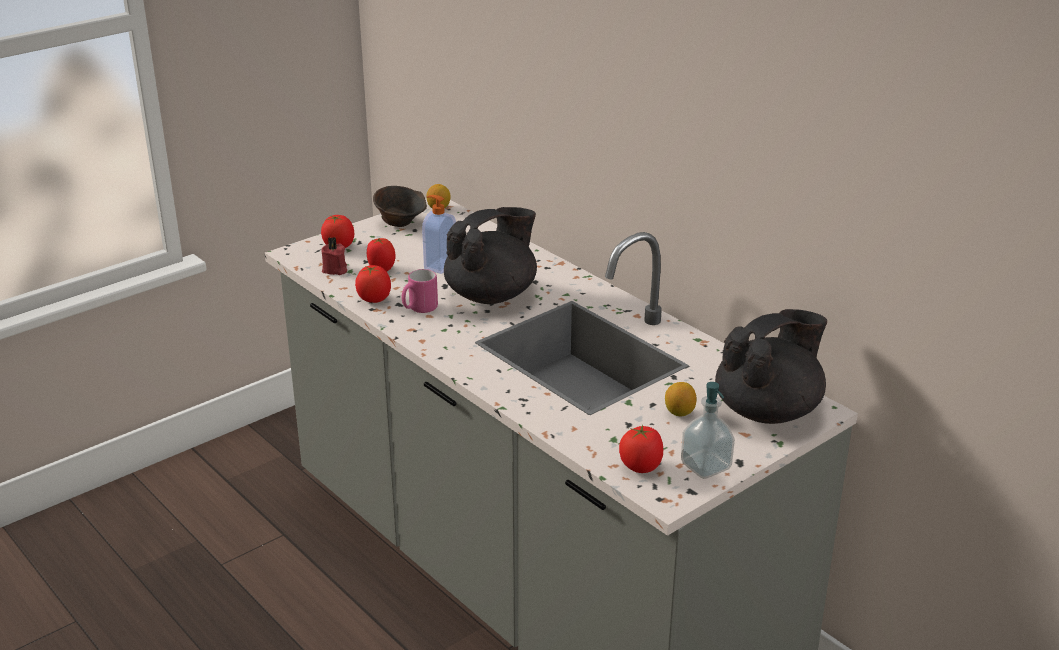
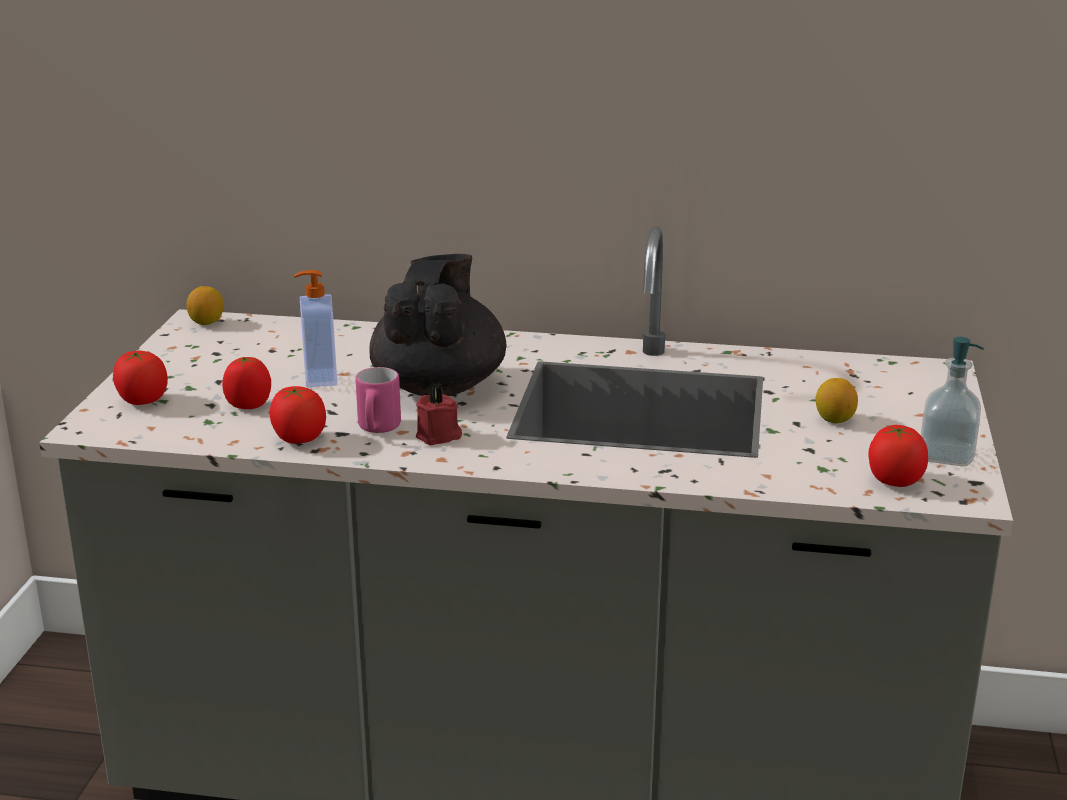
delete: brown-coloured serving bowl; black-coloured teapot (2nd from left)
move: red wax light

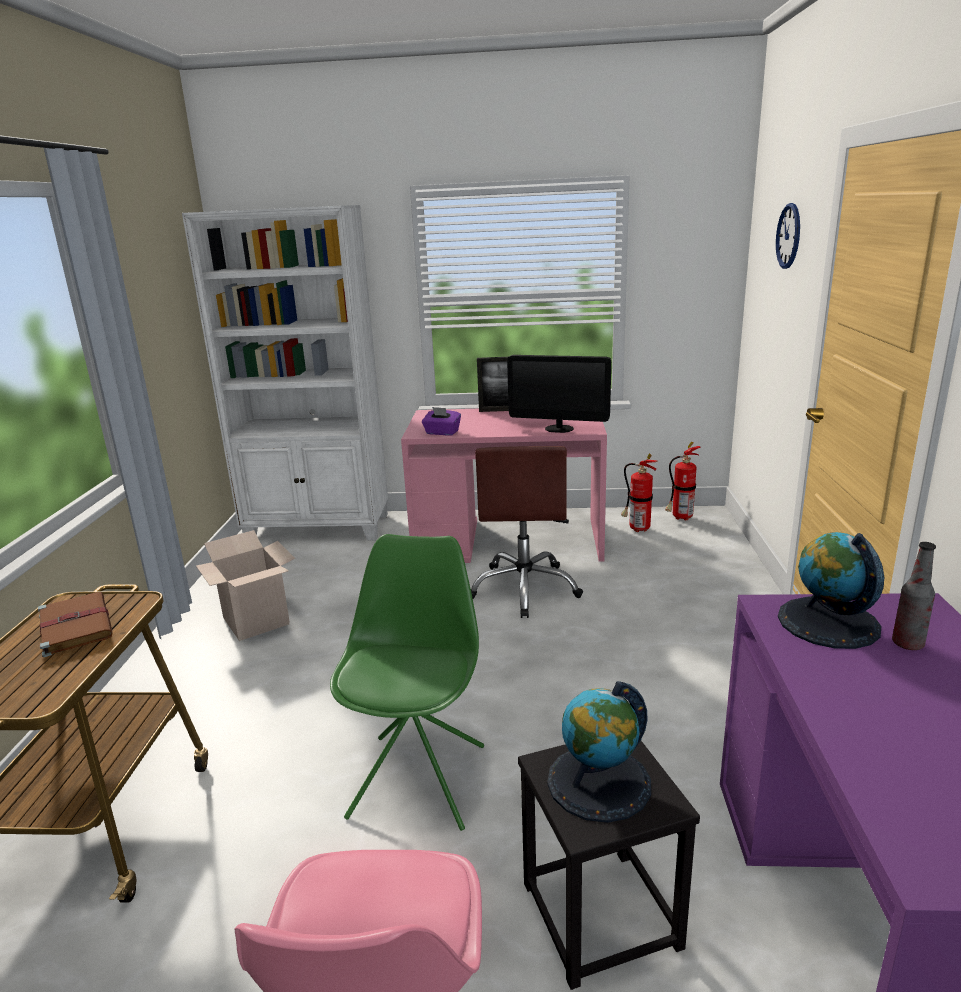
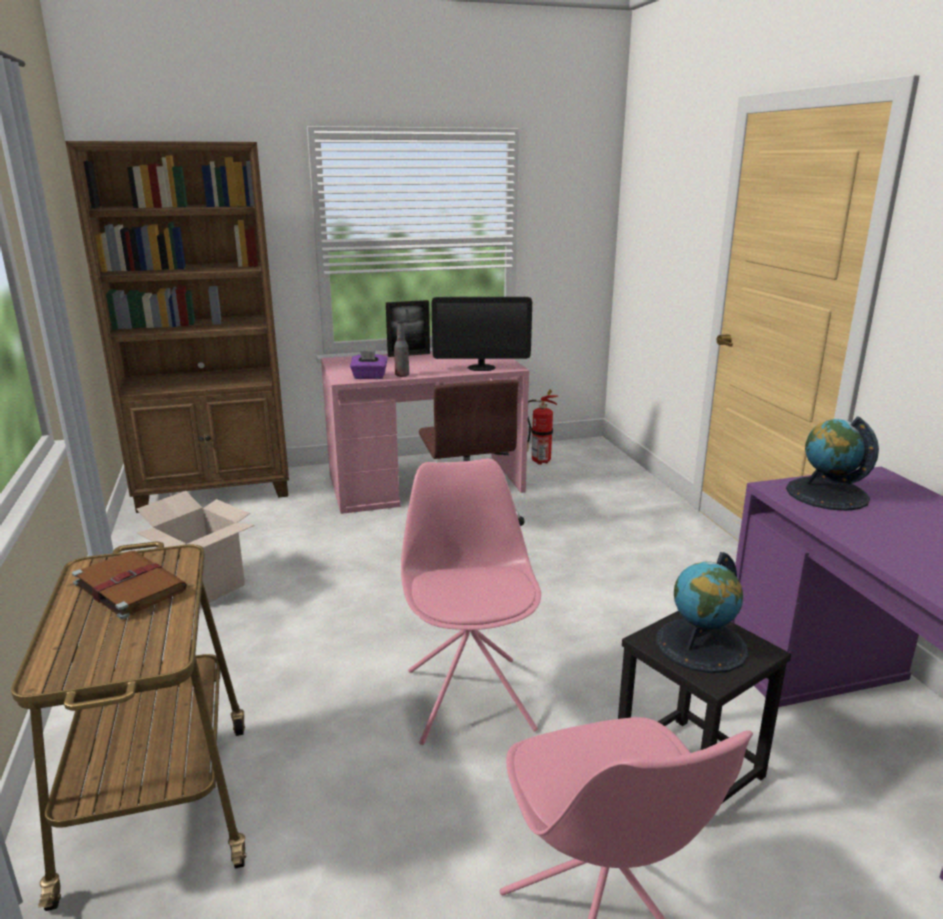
delete: fire-fighting cylinder (2nd from left); wall clock
move: bottle
recolor: white bookcase to brown-coloured bookcase; green-coloured chair to pink-coloured chair (1st from left)

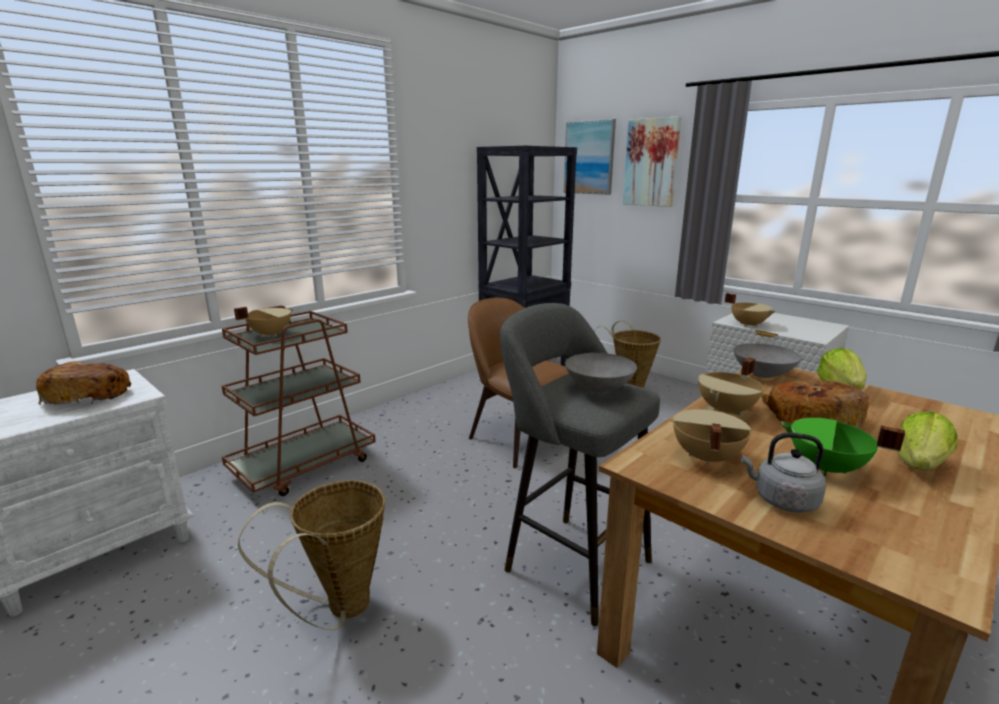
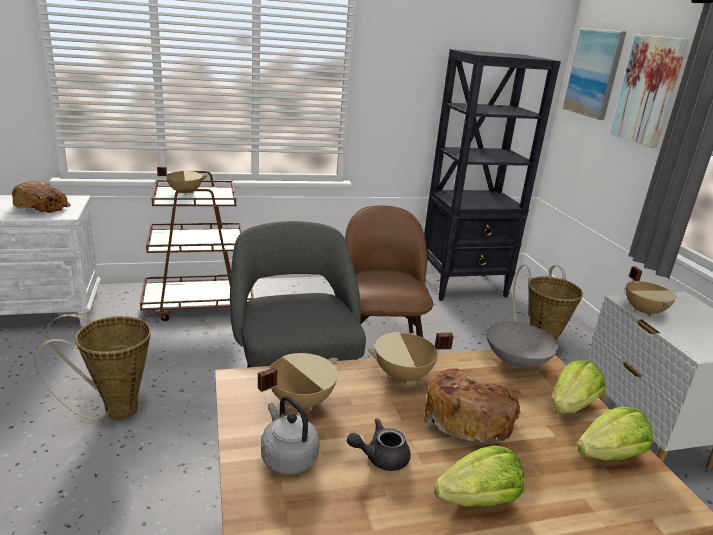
delete: greyish serving bowl (1st from left)
insert: head of lettuce (3rd from left)
replace: green-coloured stockpot to greyish teapot

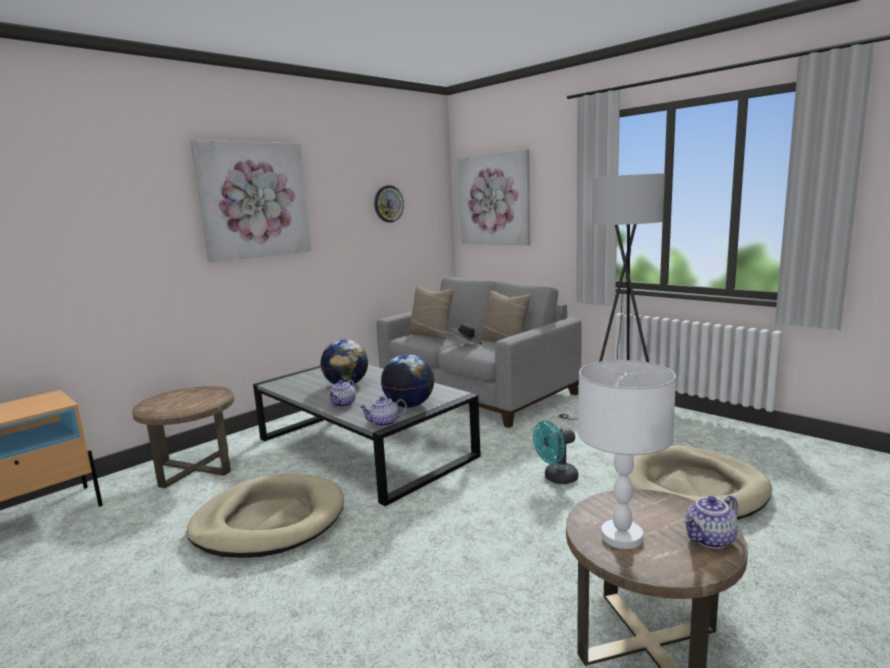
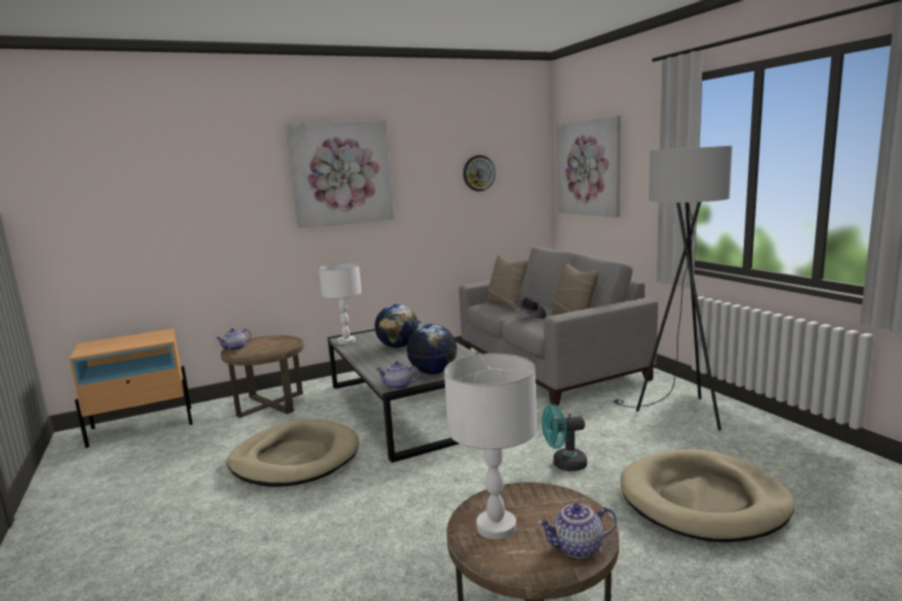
insert: white lamp for a table (1st from left)
move: teapot (1st from left)

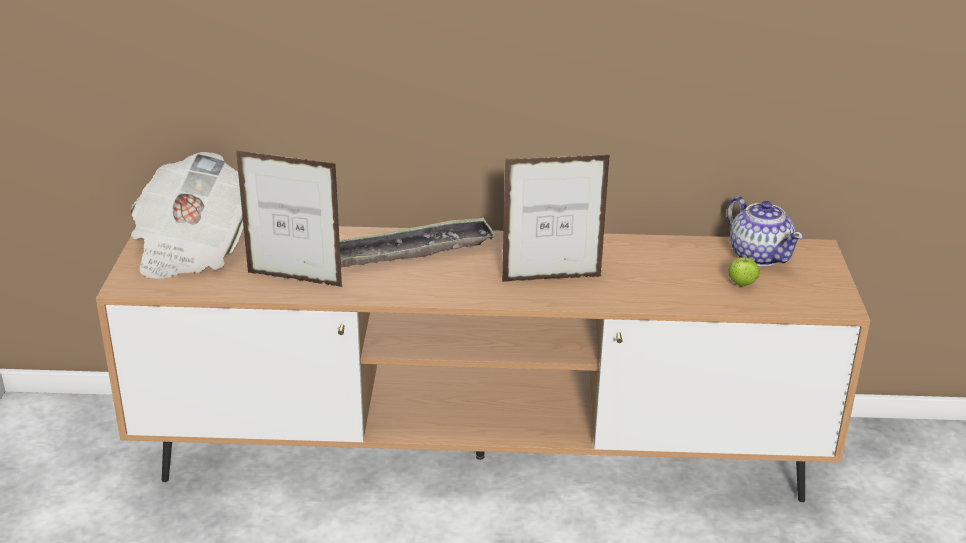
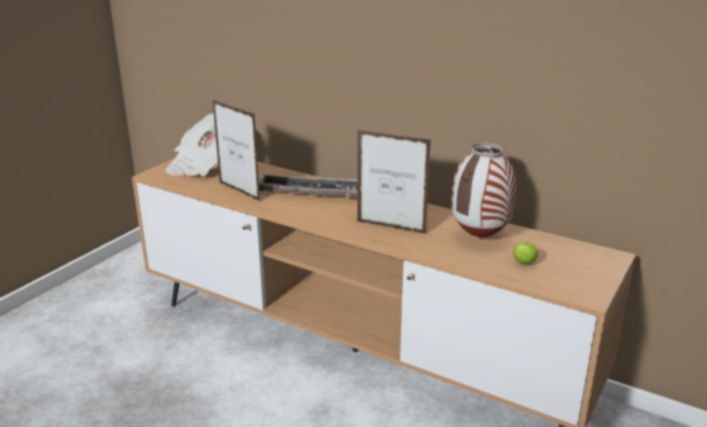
delete: teapot
insert: flower vase

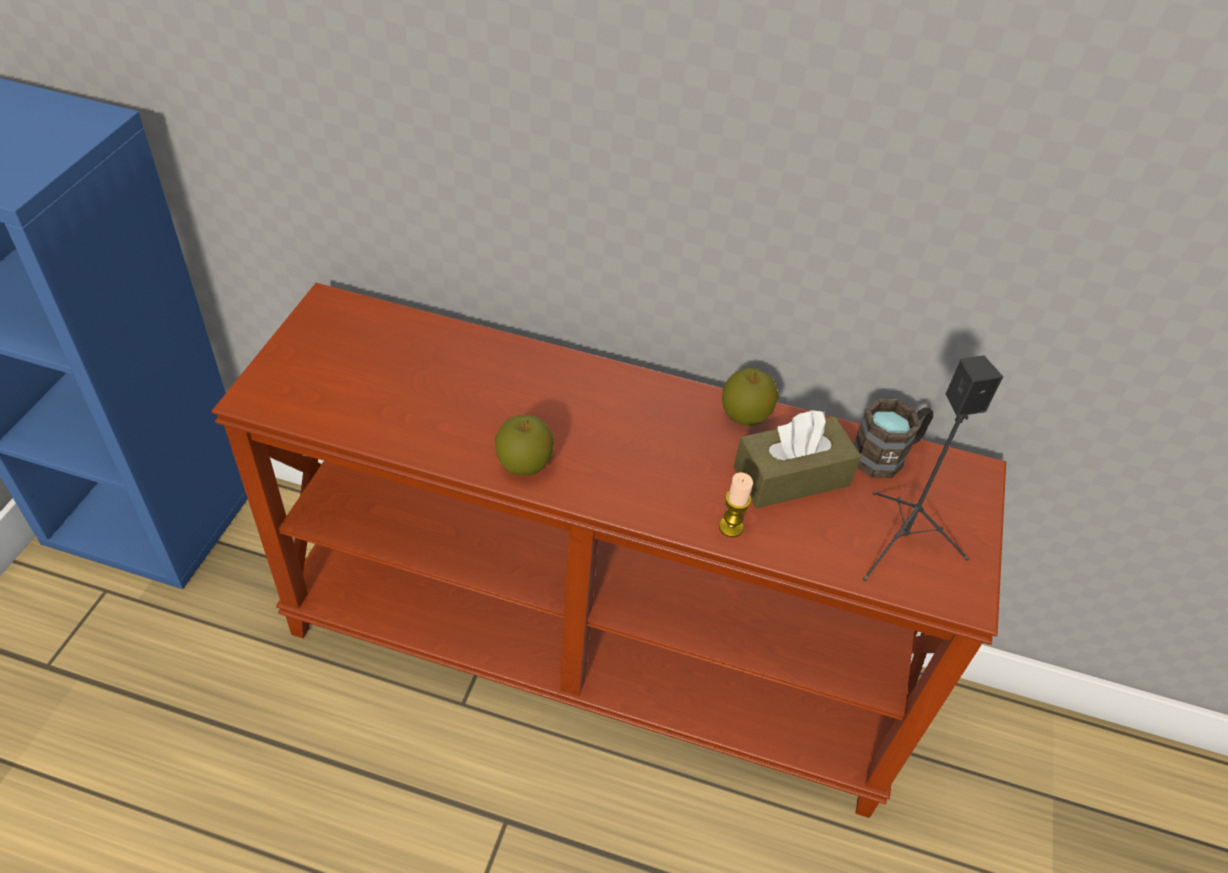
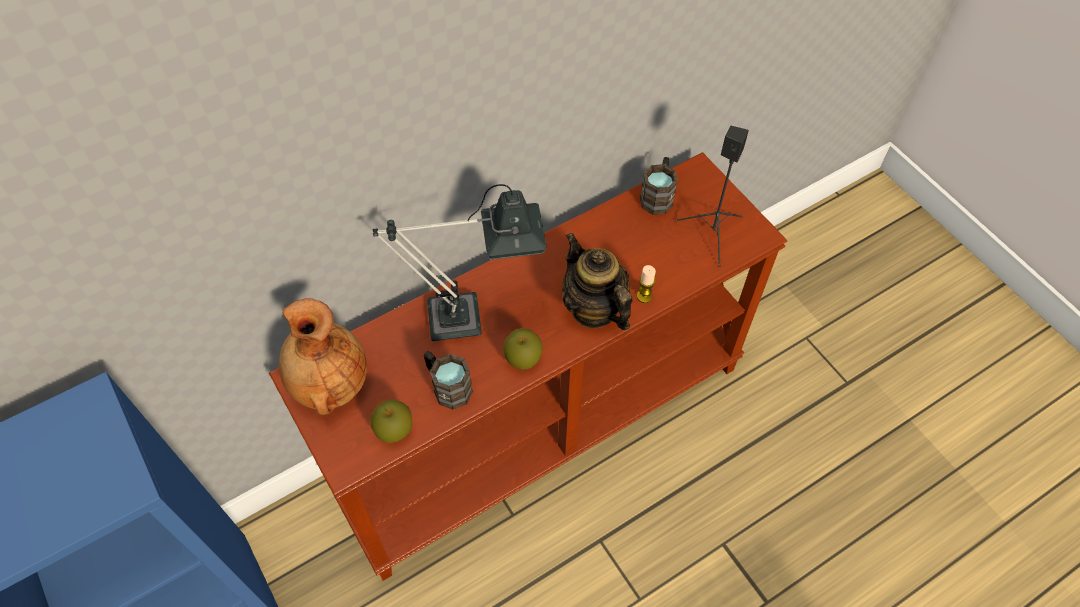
delete: brown-coloured tissue holder
insert: brown-coloured flower vase; lamp for a table; brown-coloured tea mug (1st from left); teapot
move: whole apple (2nd from left in the first image) to whole apple (1st from left)

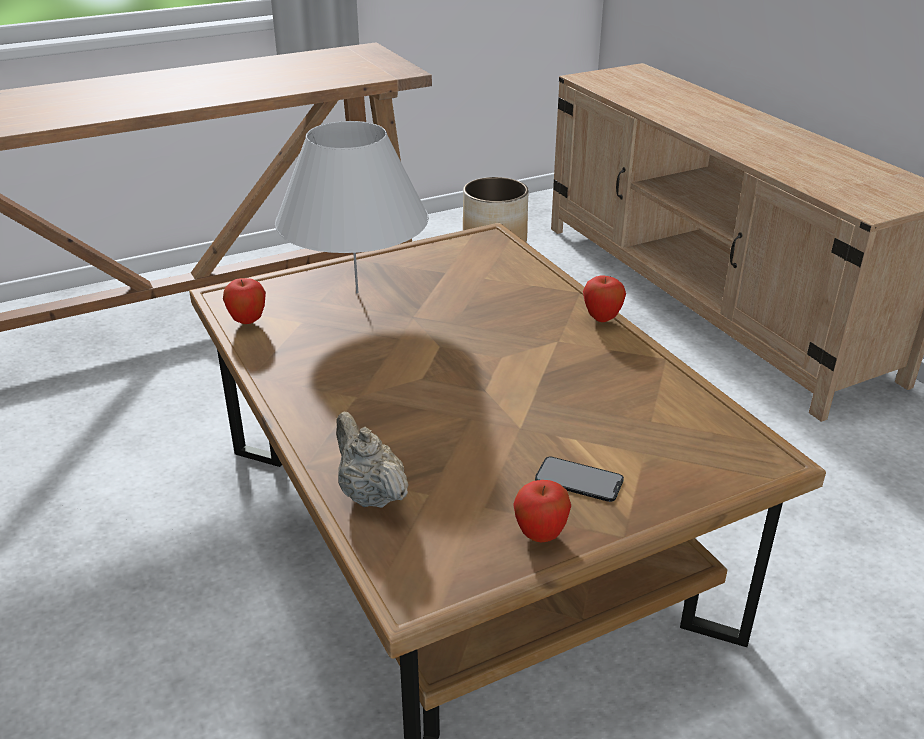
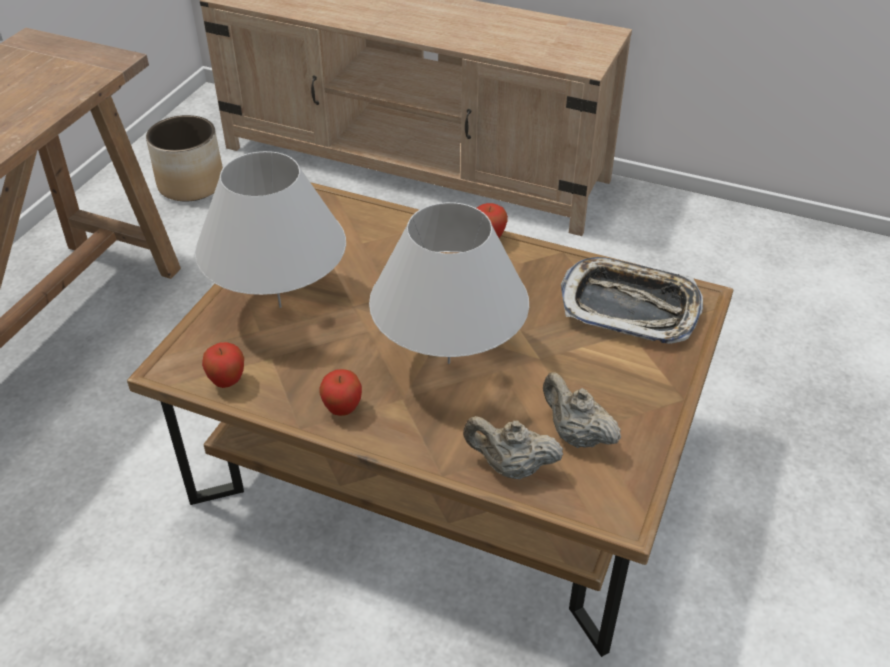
delete: phone
insert: white lamp for a table (2nd from left); beige-coloured teapot (2nd from left); serving tray
move: whole apple (2nd from left)

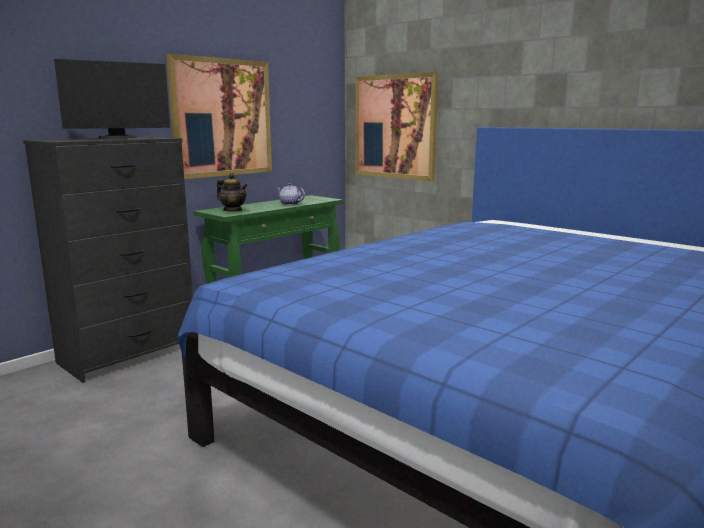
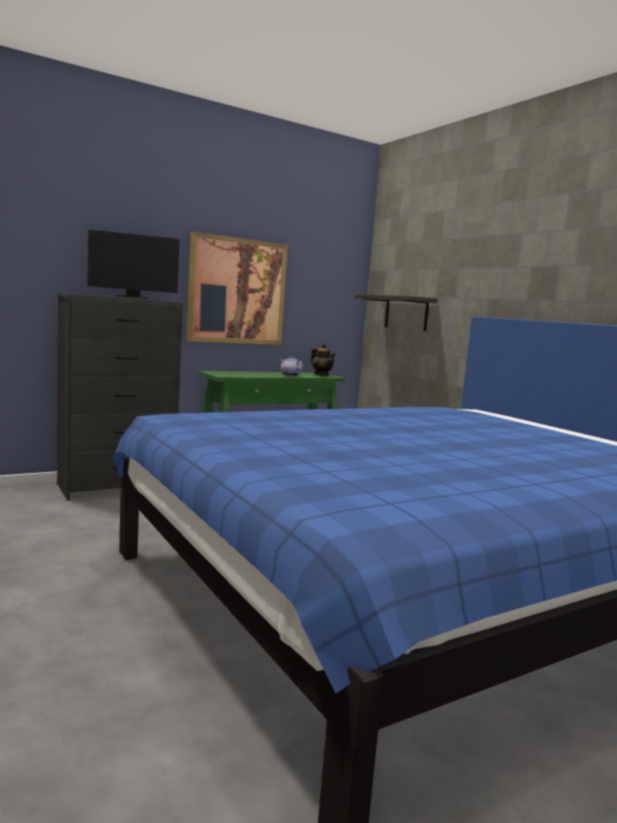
move: teapot (1st from left in the first image) to teapot (2nd from left)
replace: wall picture (2nd from left) to shelf

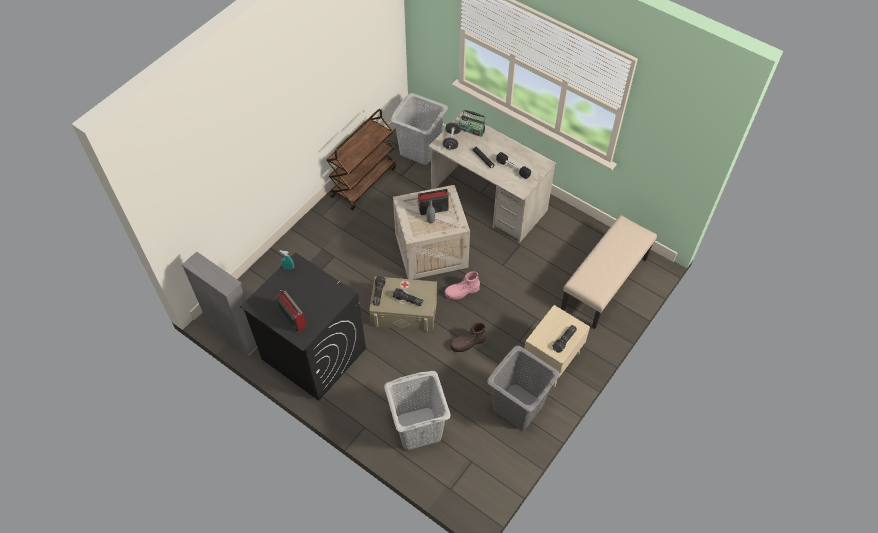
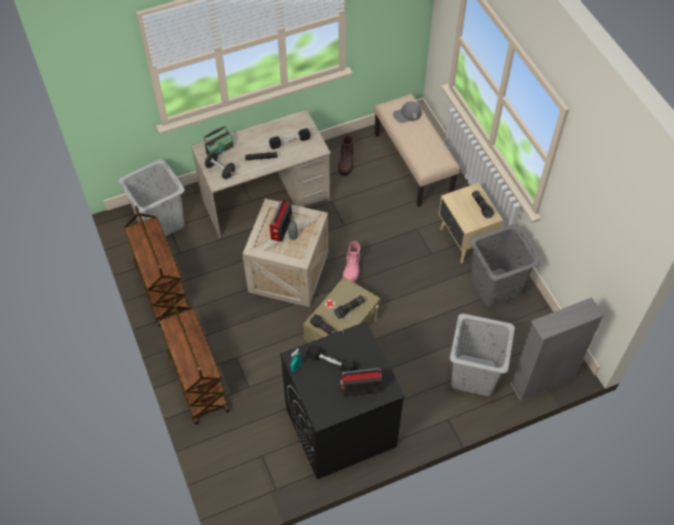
insert: brown-coloured cart (2nd from left); black-coloured dumbbell (3rd from left); greyish cap
move: greyish bookcase; brown-coloured tall boot

